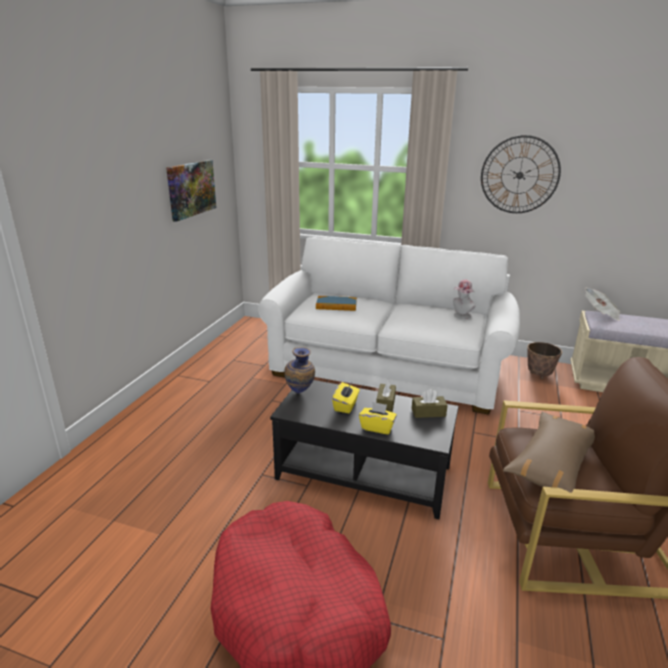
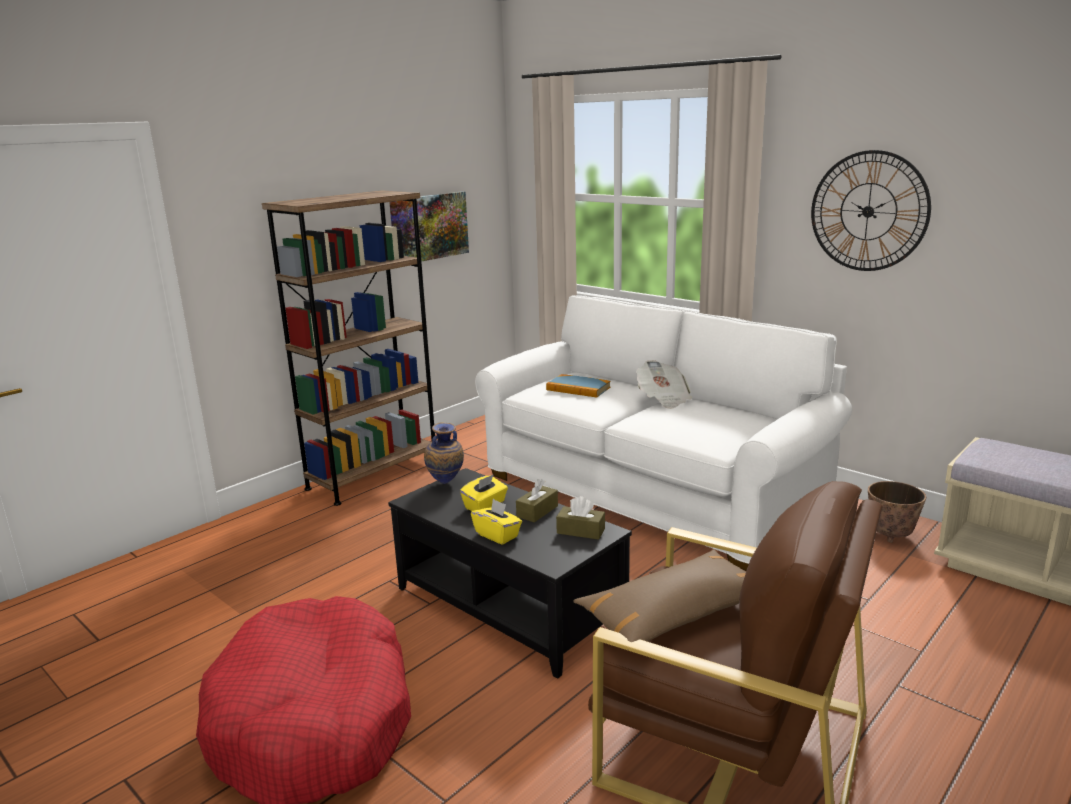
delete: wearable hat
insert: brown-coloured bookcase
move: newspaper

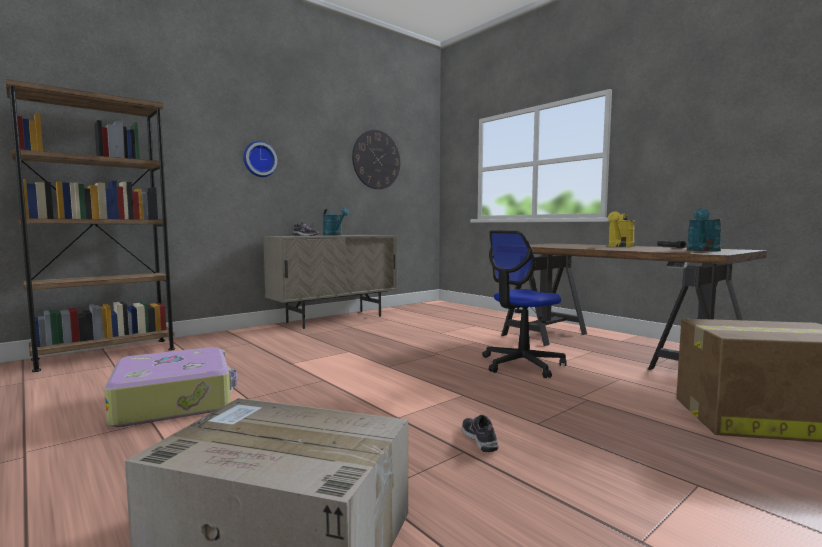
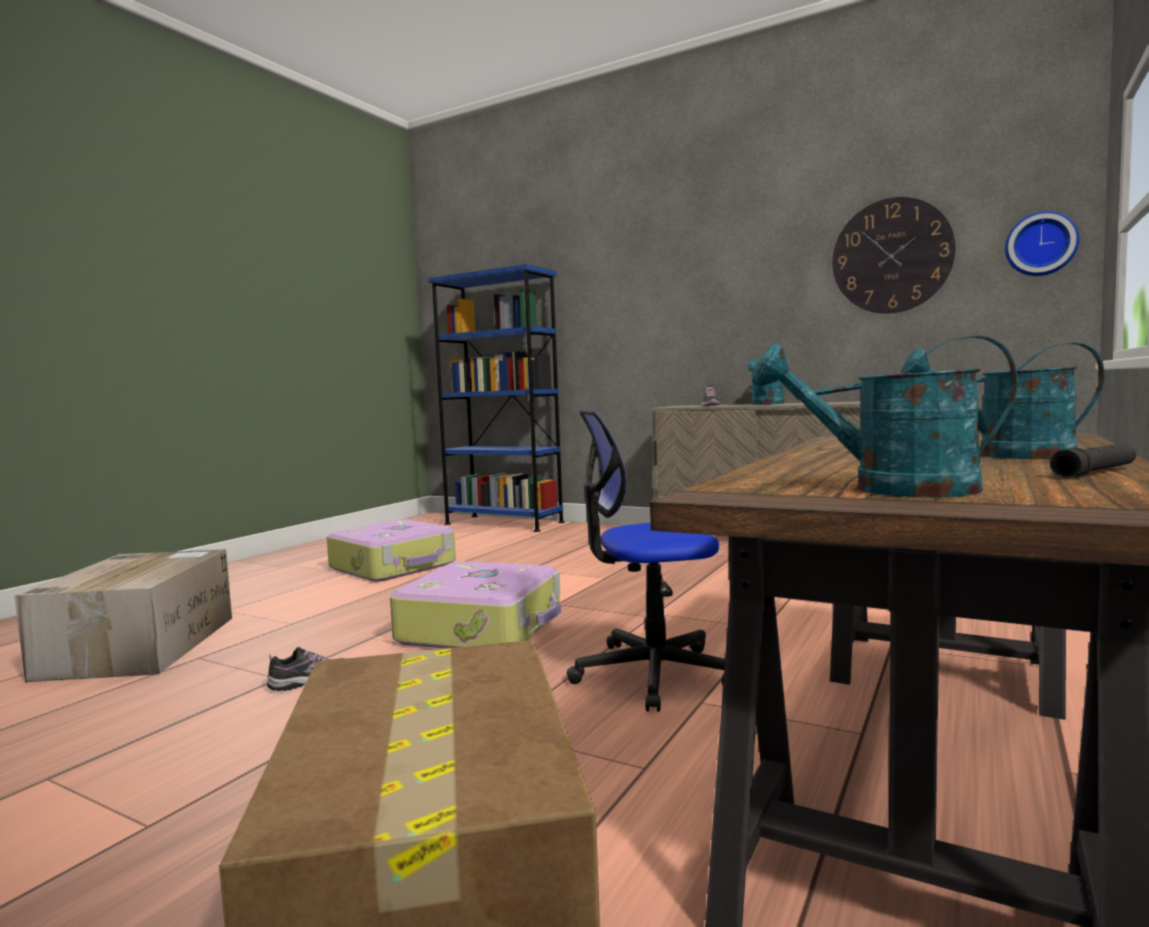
insert: suitcase (2nd from left)
move: wall clock (1st from left in the first image) to wall clock (2nd from left)
recolor: brown-coloured bookcase to blue-coloured bookcase; yellow watering can to turquoise watering can (3rd from left)
rotate: office chair 45 degrees counterclockwise

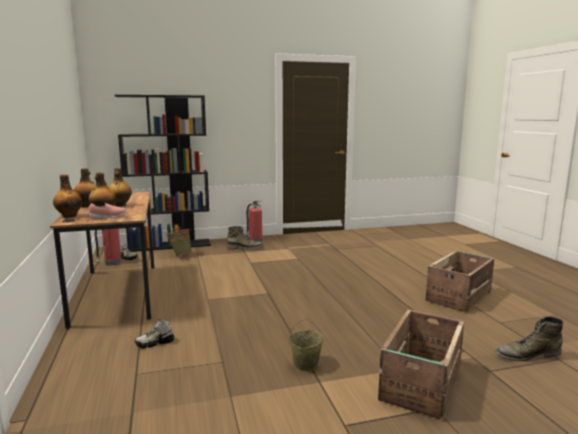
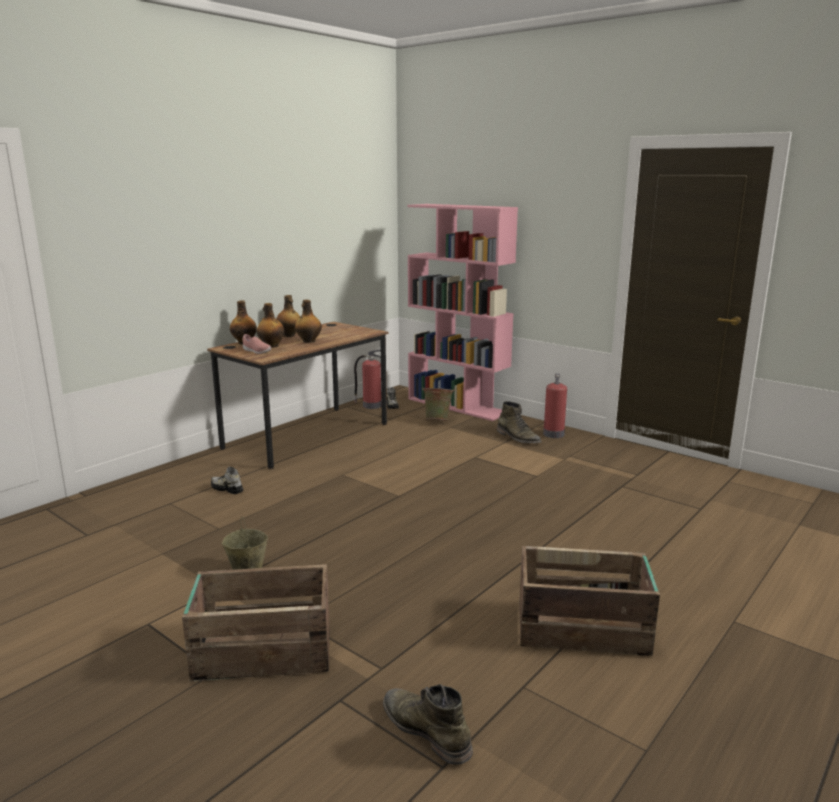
recolor: black-coloured bookcase to pink-coloured bookcase

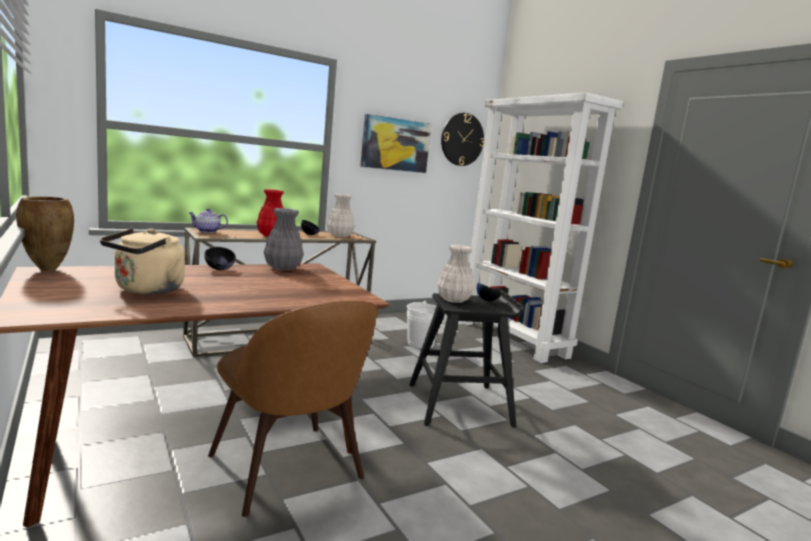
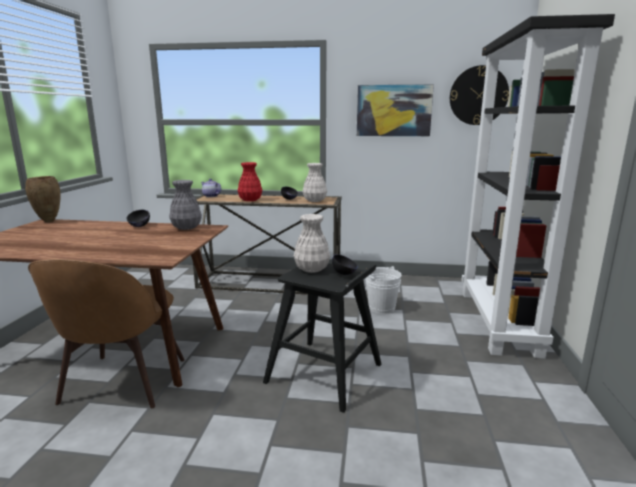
delete: beige-coloured kettle
recolor: white bookcase to black-coloured bookcase

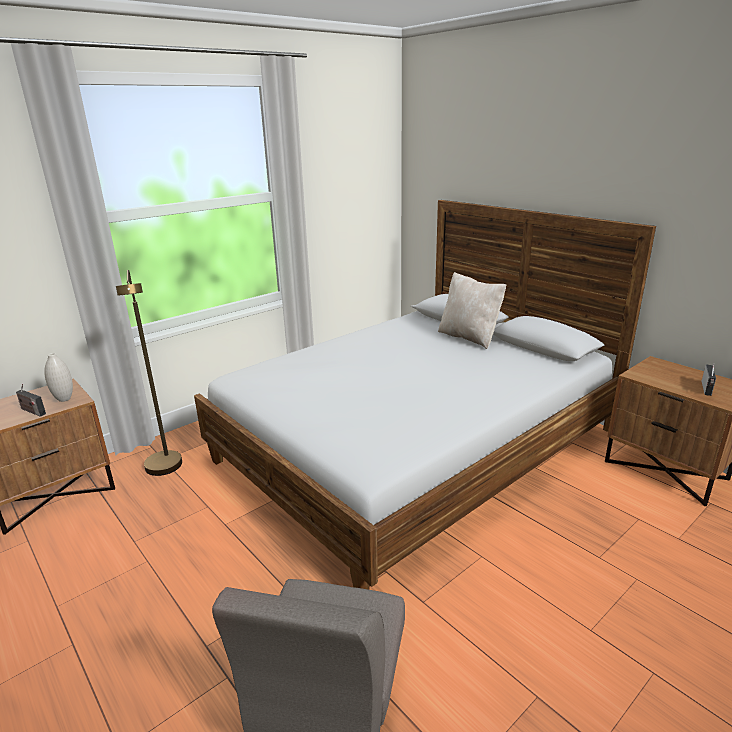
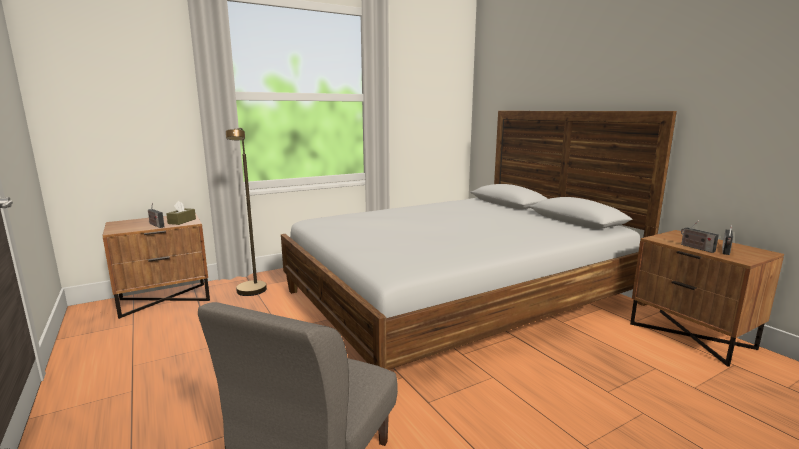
delete: beige-coloured pillow
insert: radio receiver (2nd from left)
replace: white flower vase to brown-coloured tissue holder

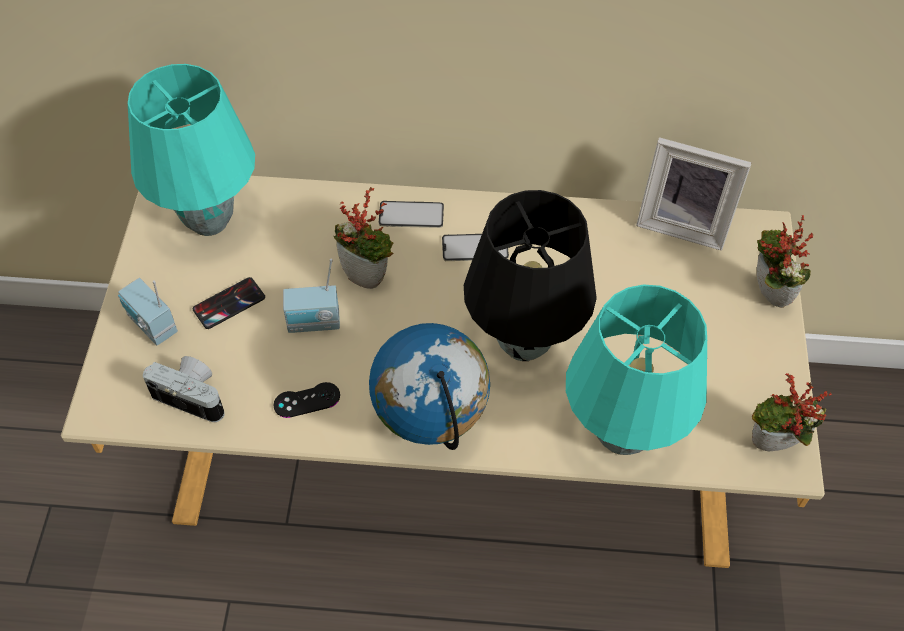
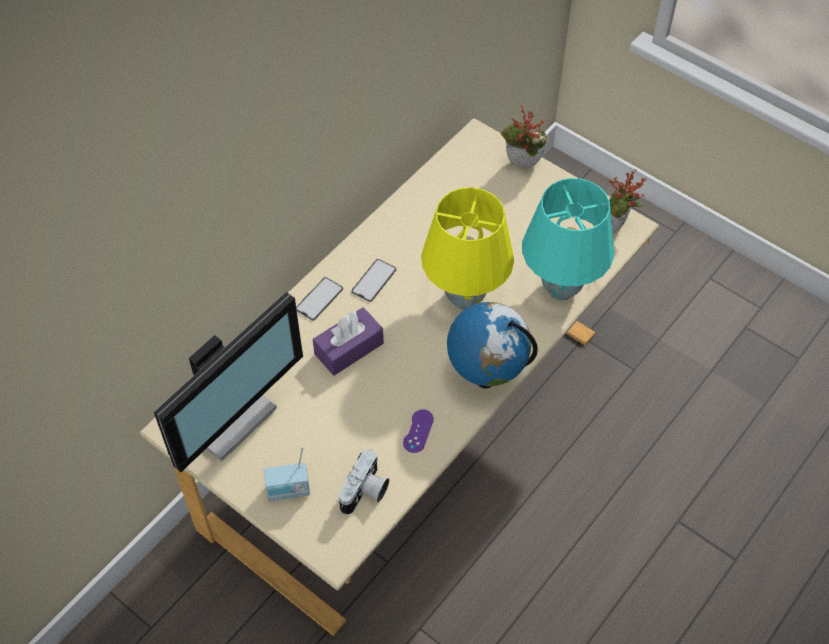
delete: phone (1st from left); radio receiver (2nd from left); standing frame
replace: turquoise lamp for a table (1st from left) to computer display; potted plant (1st from left) to purple-coloured tissue holder
recolor: black-coloured gamepad to purple-coloured gamepad; black-coloured lamp for a table to yellow lamp for a table
rotate: photo camera 150 degrees clockwise

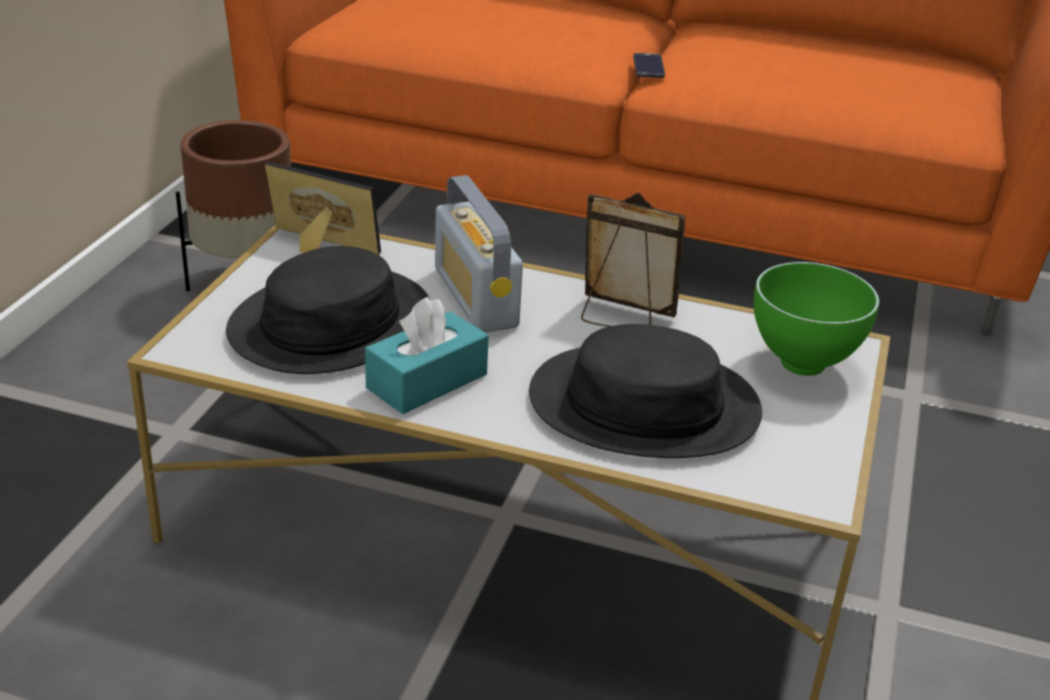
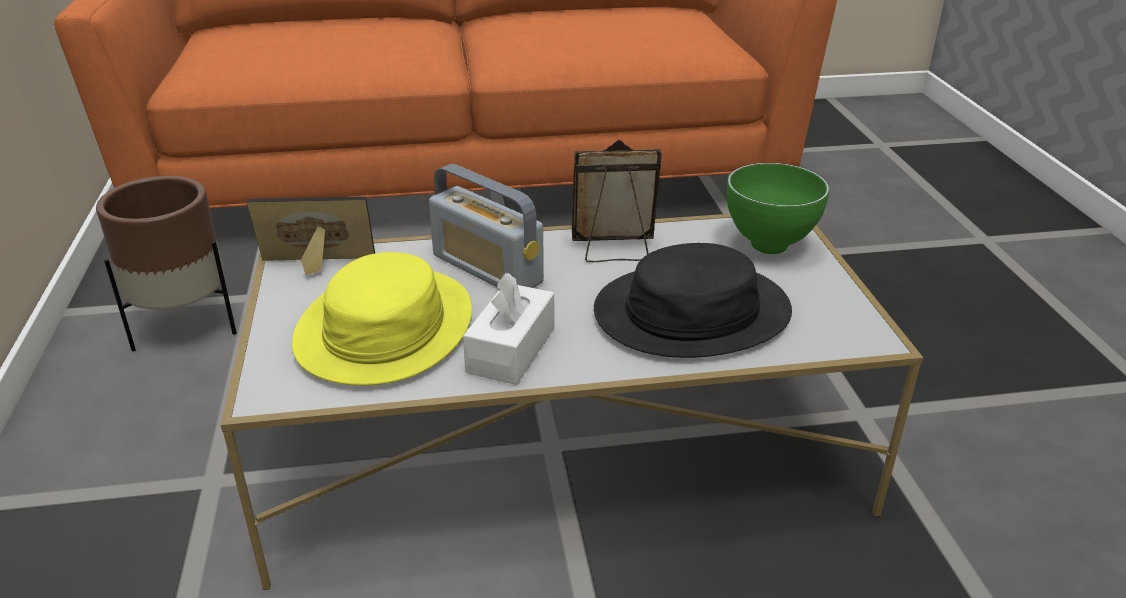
delete: phone
recolor: black-coloured wearable hat (1st from left) to yellow wearable hat; turquoise tissue holder to white tissue holder

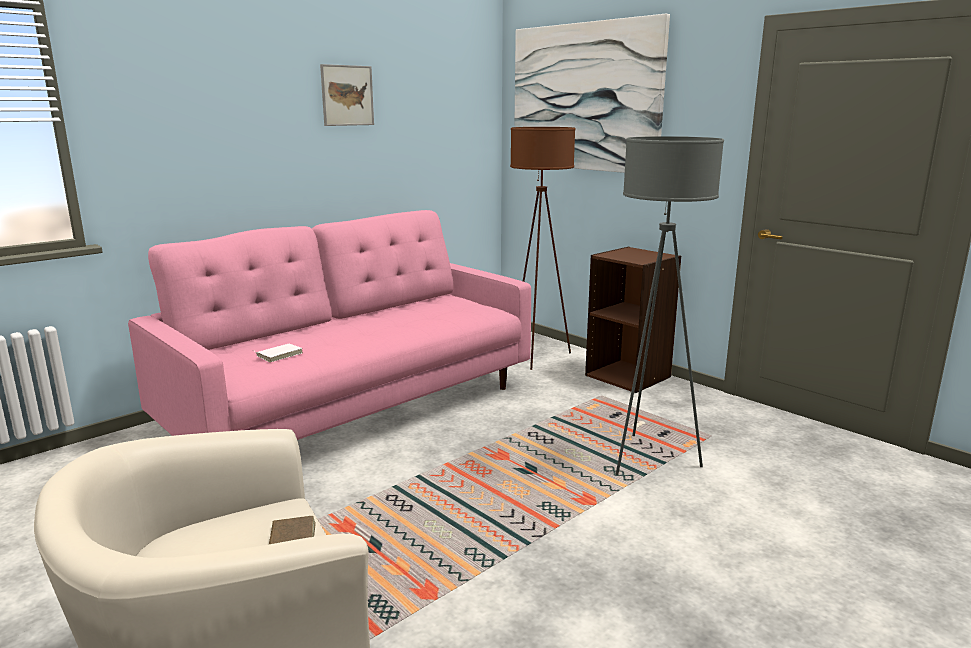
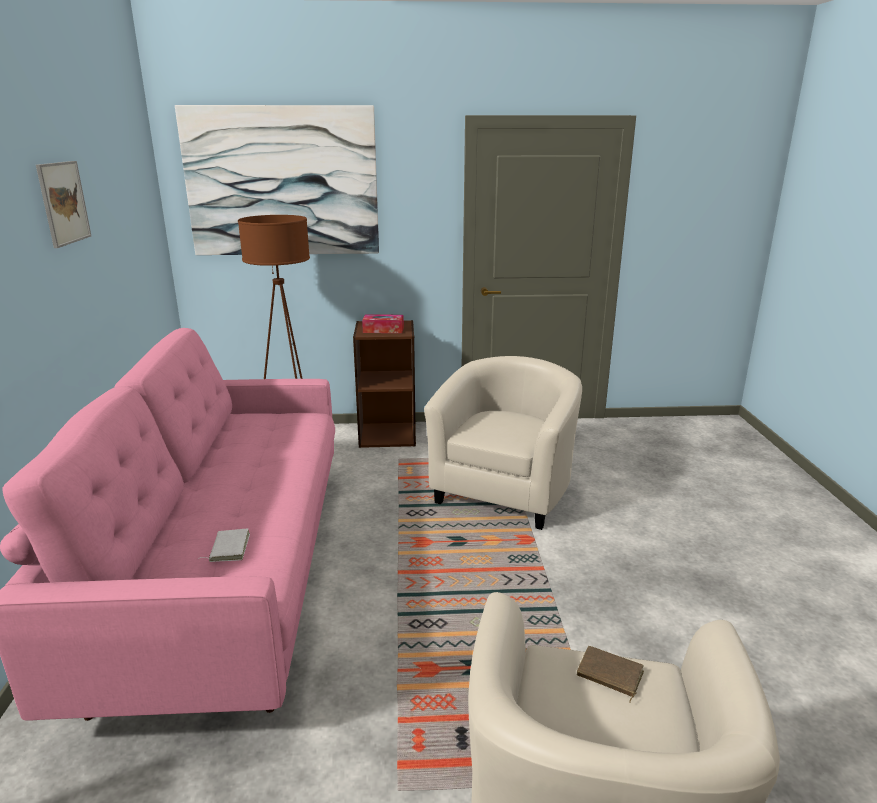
insert: tissue holder
replace: greyish floor lamp to beige-coloured armchair (1st from left)

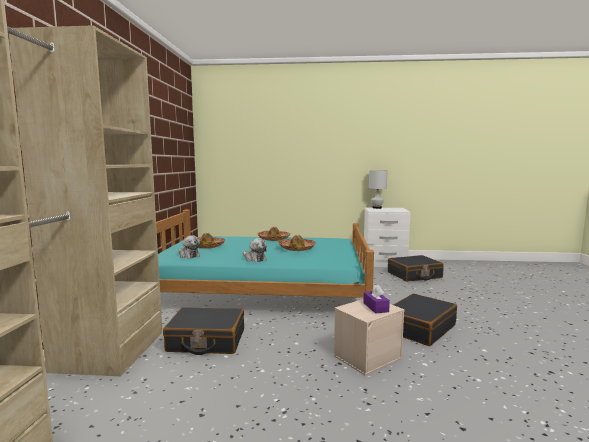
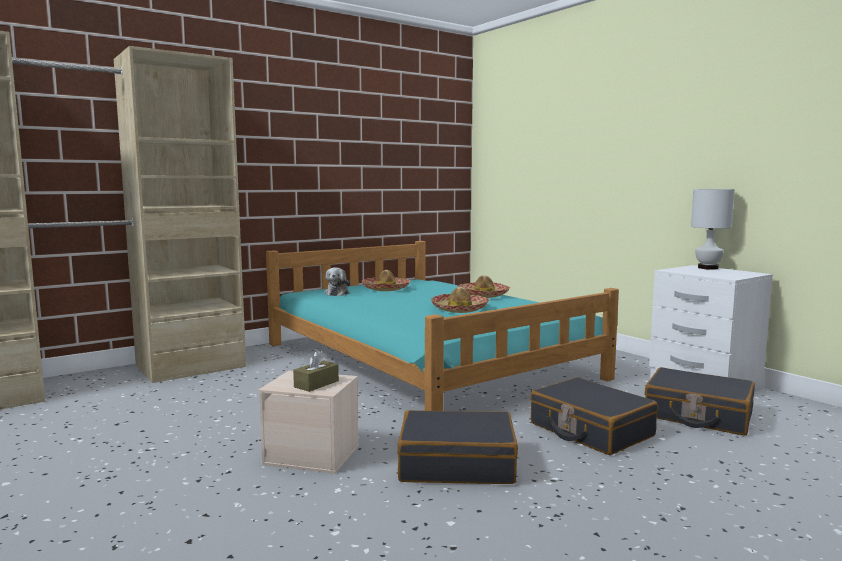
delete: soft toy (2nd from left)
move: black-coloured suitcase (1st from left in the first image) to black-coloured suitcase (2nd from left)
recolor: purple-coloured tissue holder to brown-coloured tissue holder

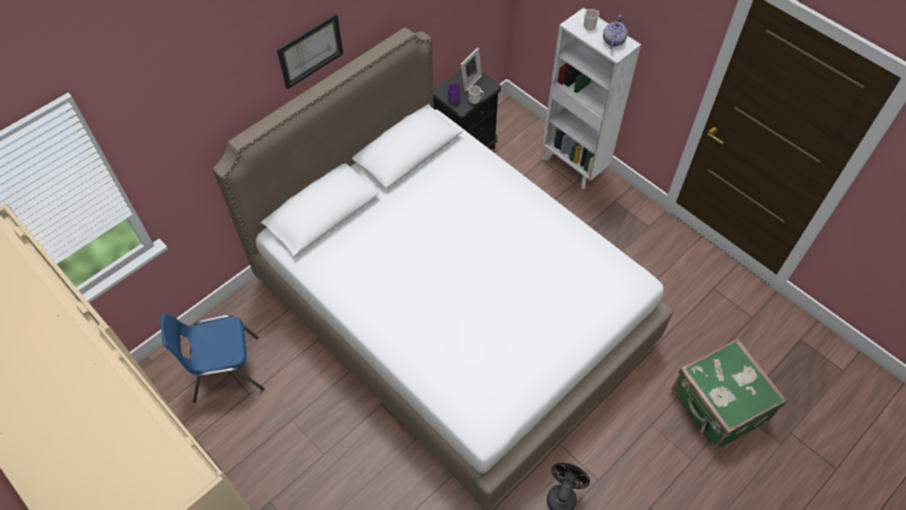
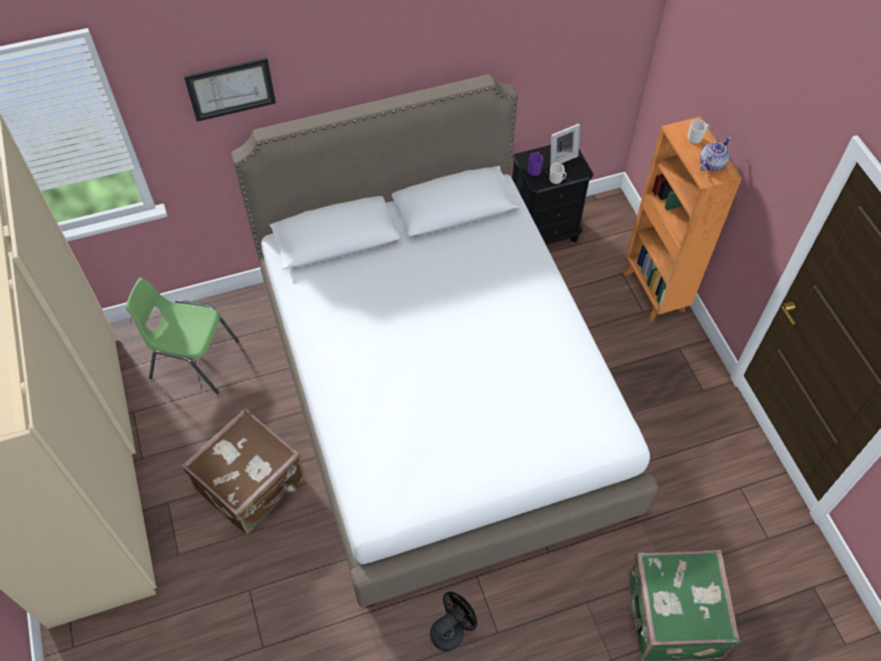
insert: brown-coloured suitcase
move: wall picture
recolor: blue-coloured chair to green-coloured chair; white bookcase to orange bookcase

